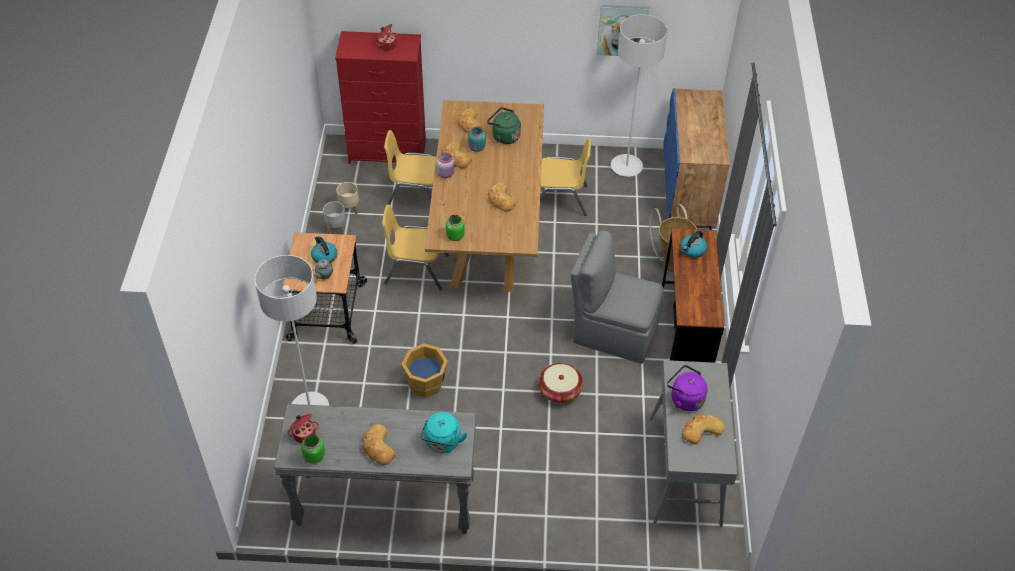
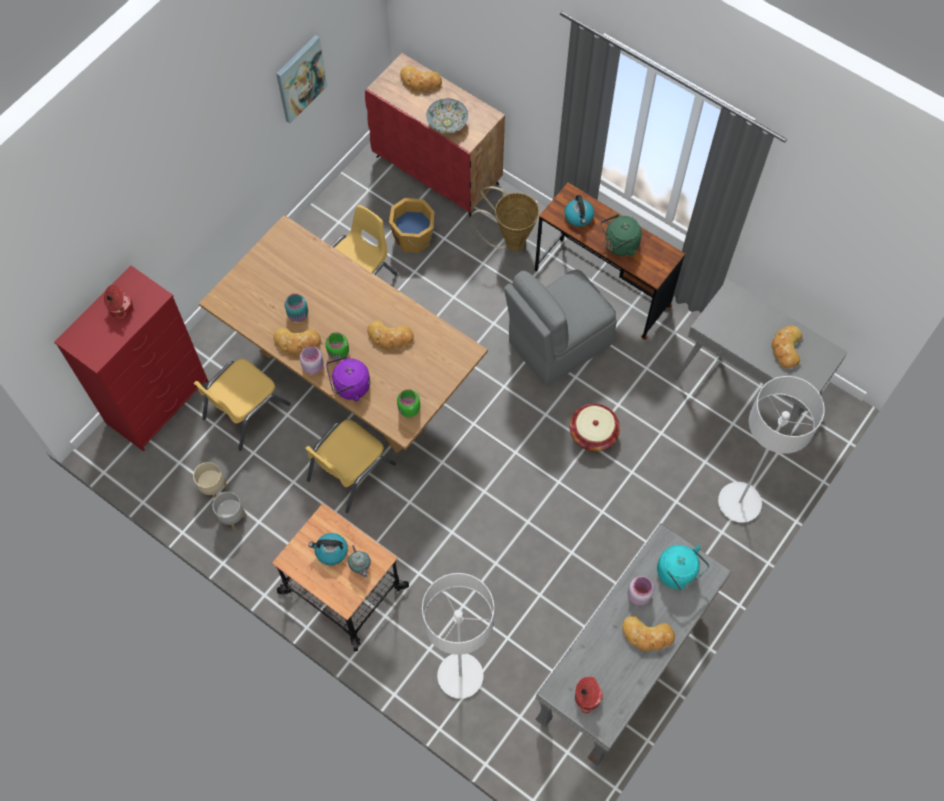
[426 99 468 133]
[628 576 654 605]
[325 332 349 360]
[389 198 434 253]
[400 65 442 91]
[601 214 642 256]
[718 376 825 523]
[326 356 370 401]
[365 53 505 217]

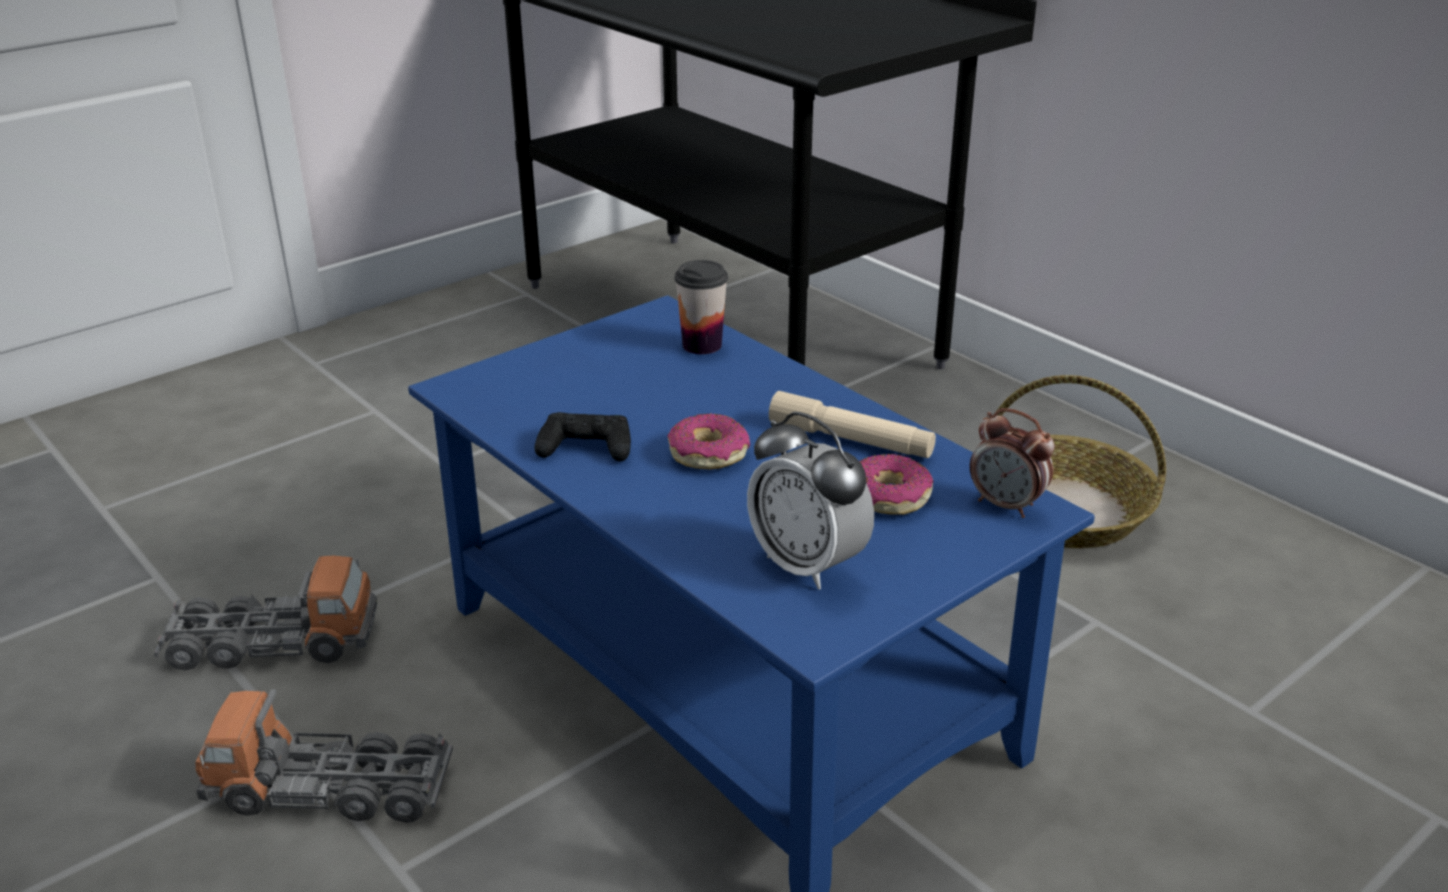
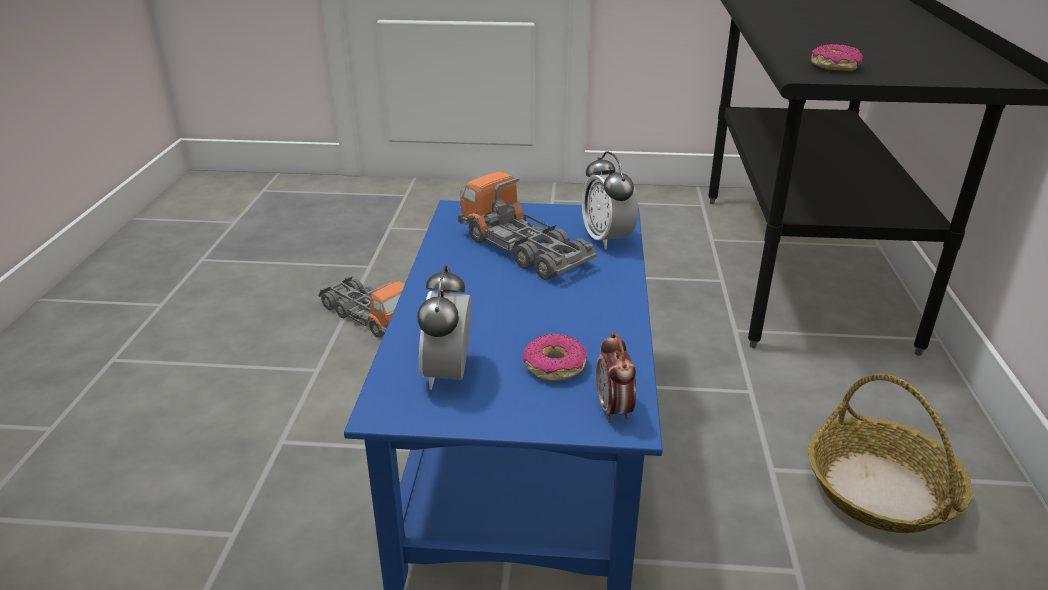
[534 412 631 461] (first image)
[769 391 936 458] (first image)
[458 172 596 280]
[811 44 863 71]
[582 152 638 249]

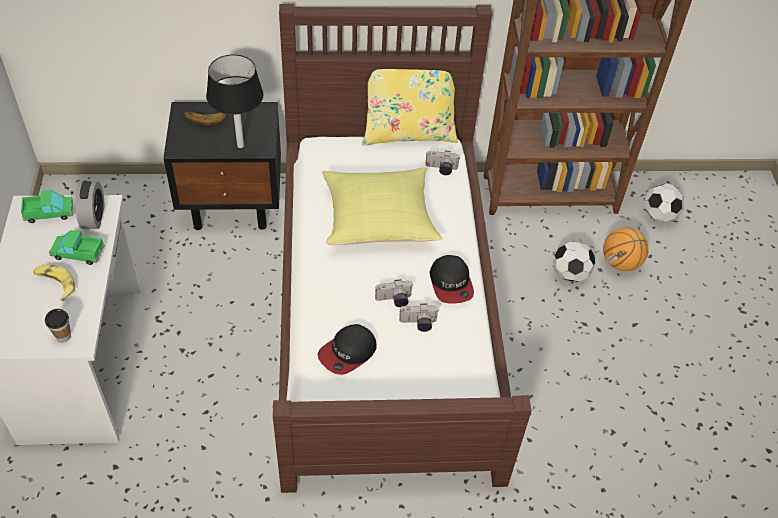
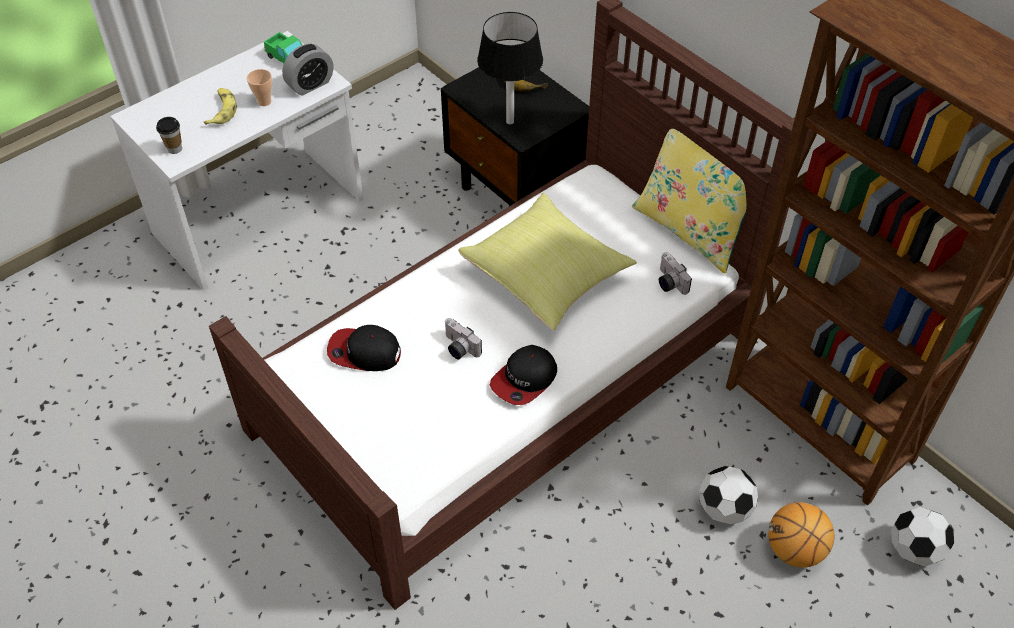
[399 304 439 332] (first image)
[247 69 272 106]

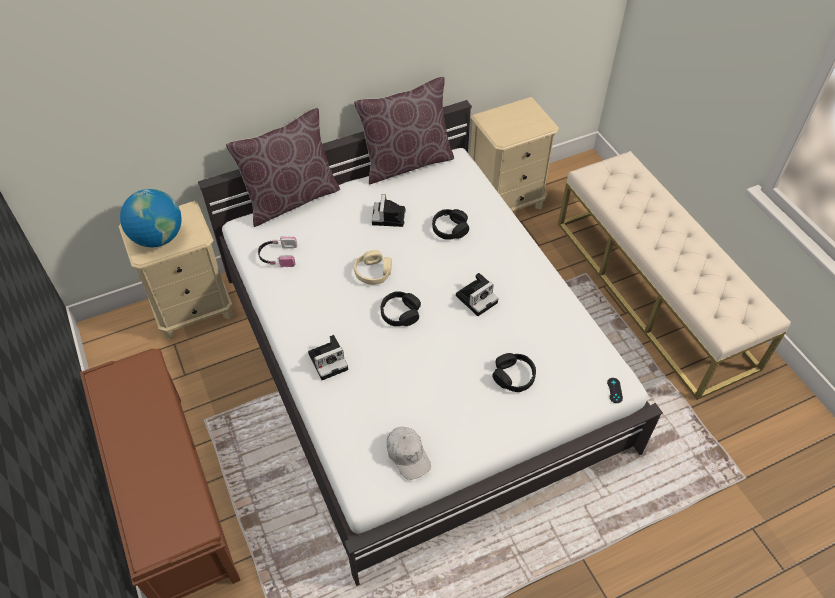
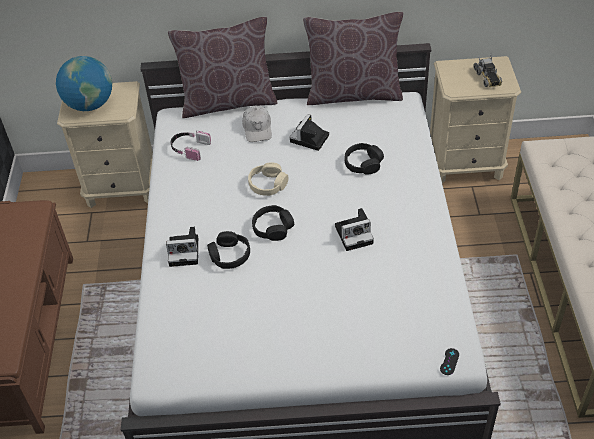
[474 54 502 87]
[242 106 272 142]
[207 231 250 269]

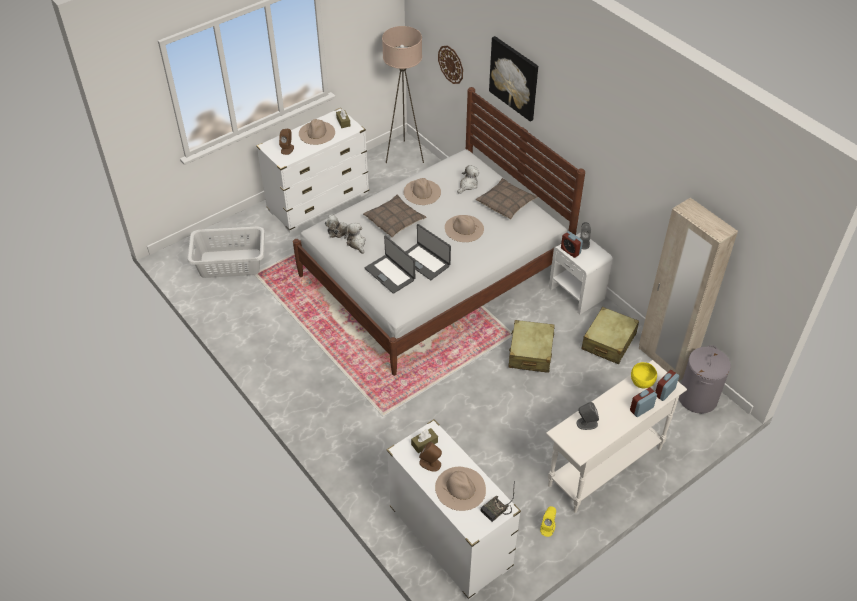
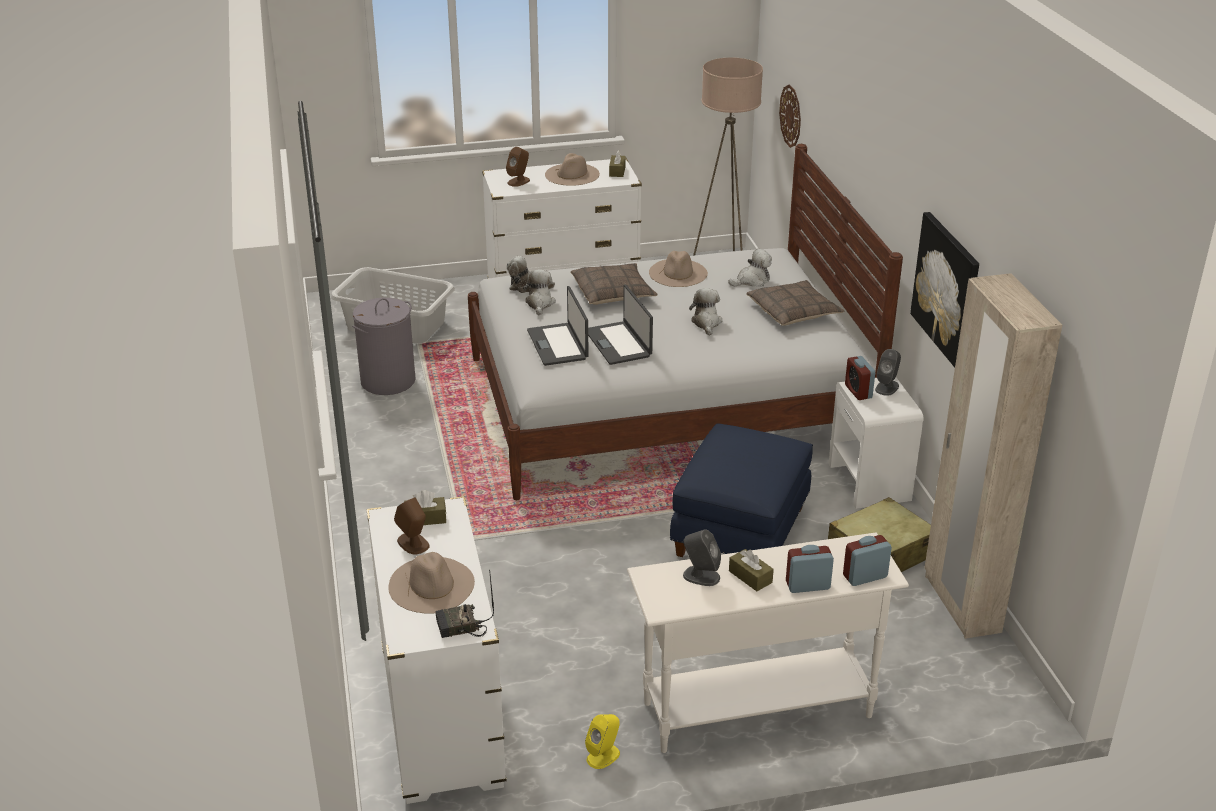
[631 362 657 388] (first image)
[729 549 774 591]
[910 212 979 368]
[352 298 416 395]
[689 288 723 336]
[670 423 813 557]

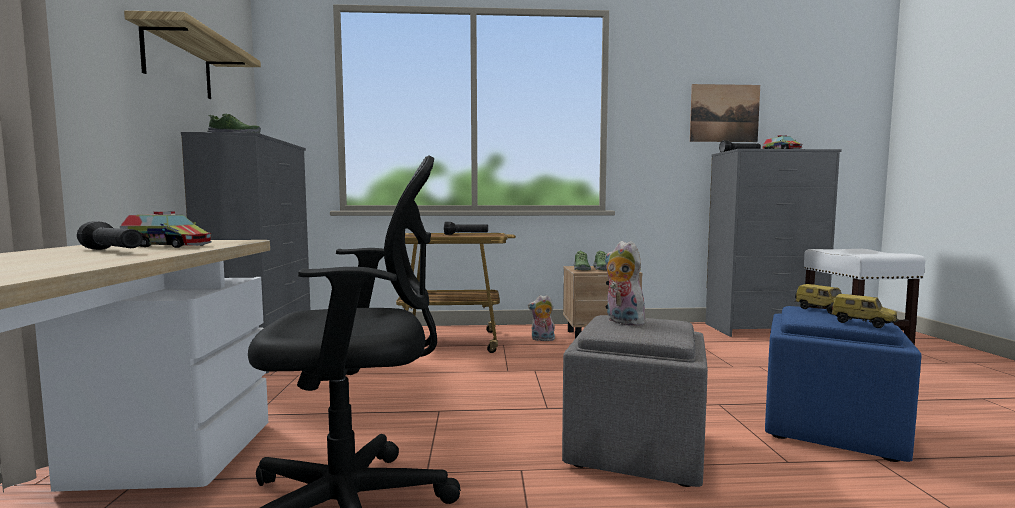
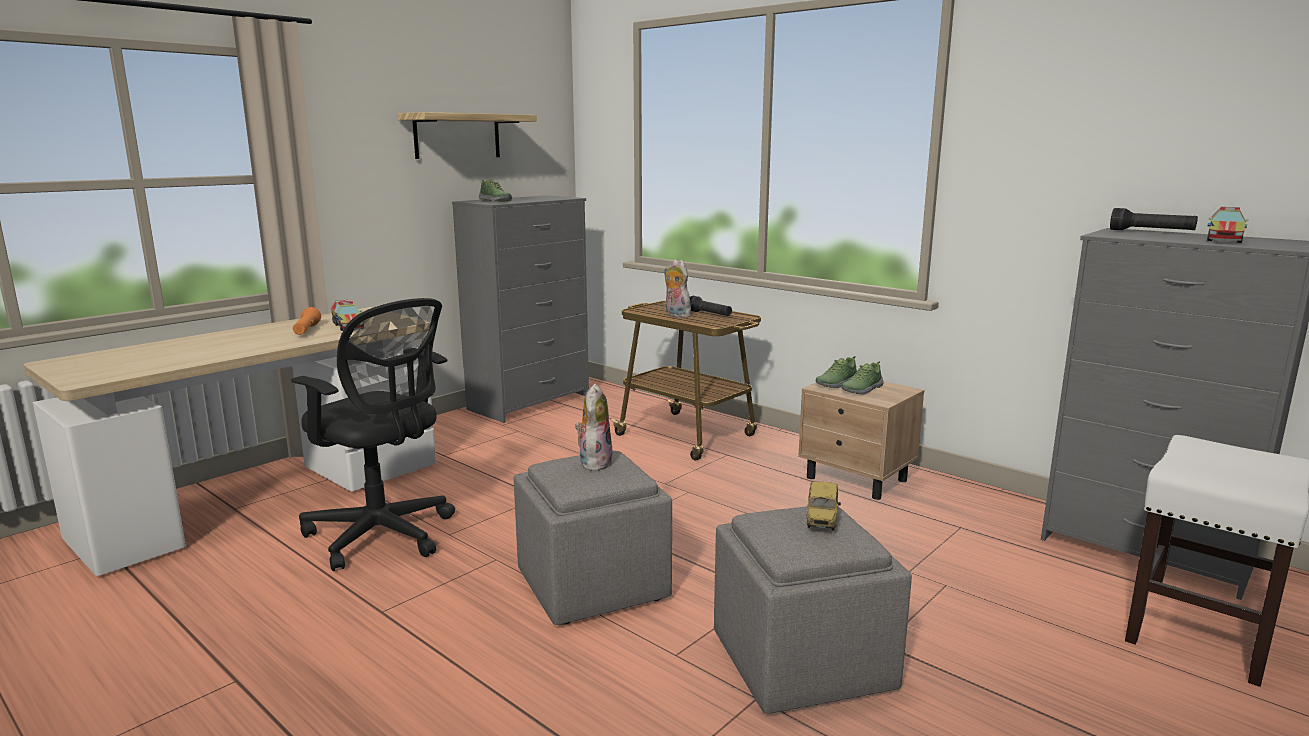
[690 84 760 142] (first image)
[830 294 898 328] (first image)
[664 259 692 318]
[293 307 321 335]
[714 506 912 713]

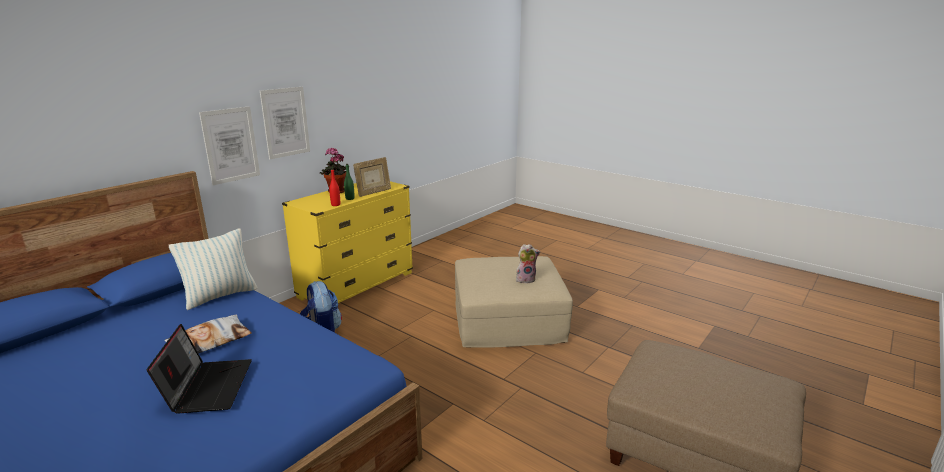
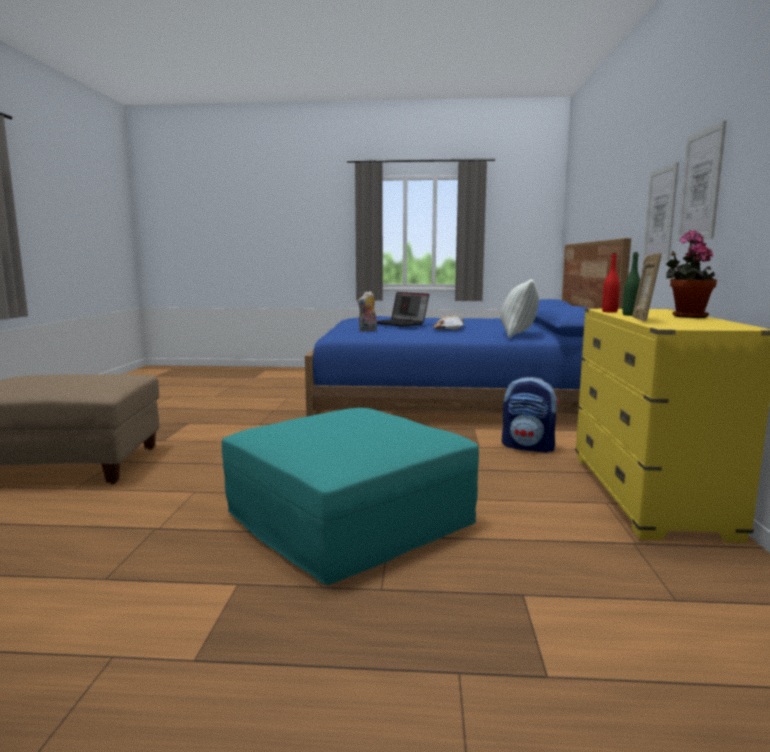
[358 291 377 331]
[222 408 479 585]

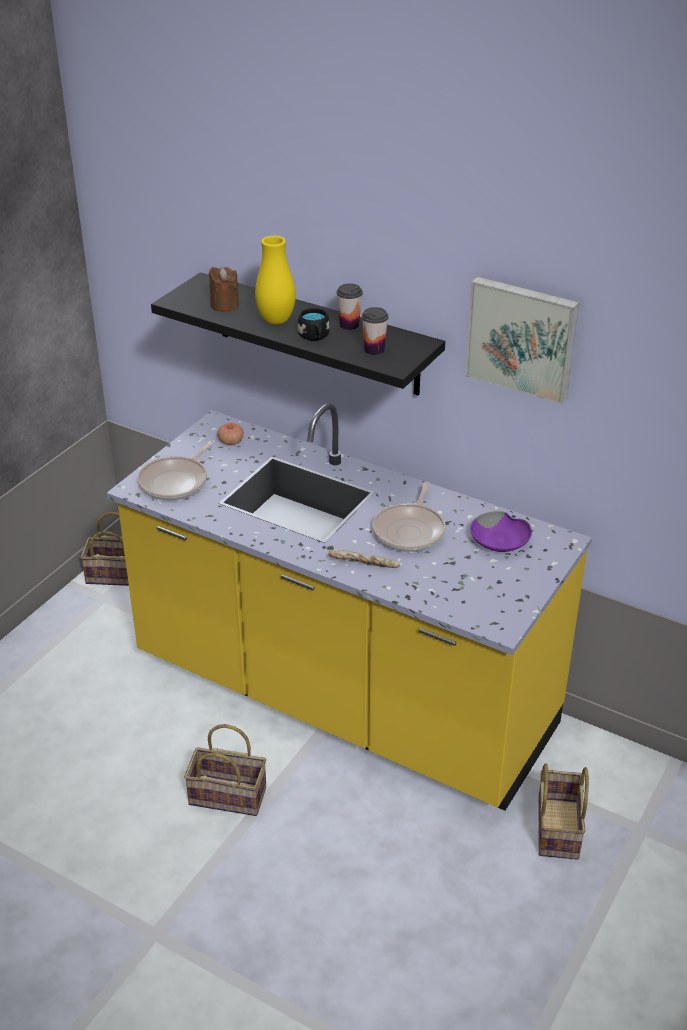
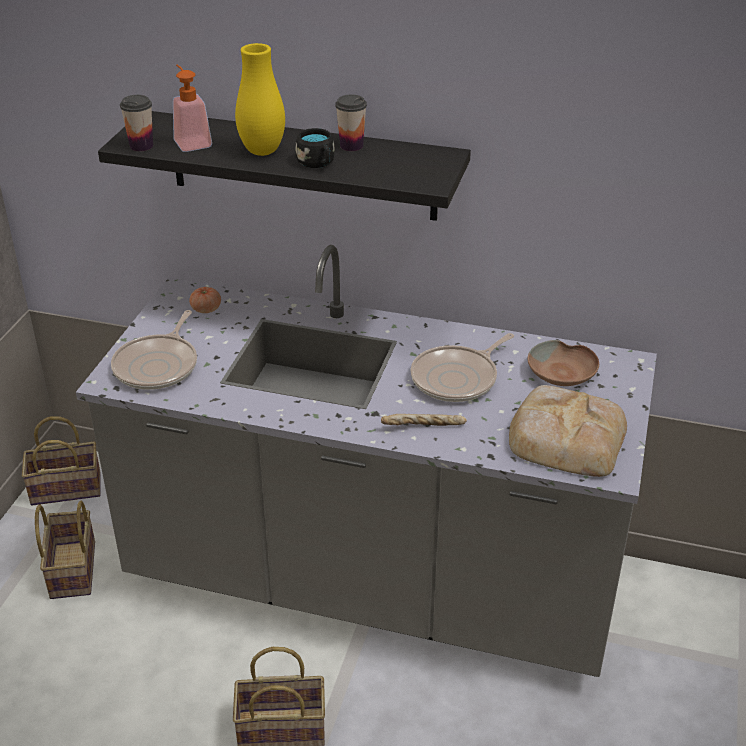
[465 276 580 404] (first image)
[509 385 627 477]
[120 95 153 151]
[35 501 95 599]
[173 65 212 152]
[76 245 657 677]
[528 340 599 386]
[411 333 514 402]

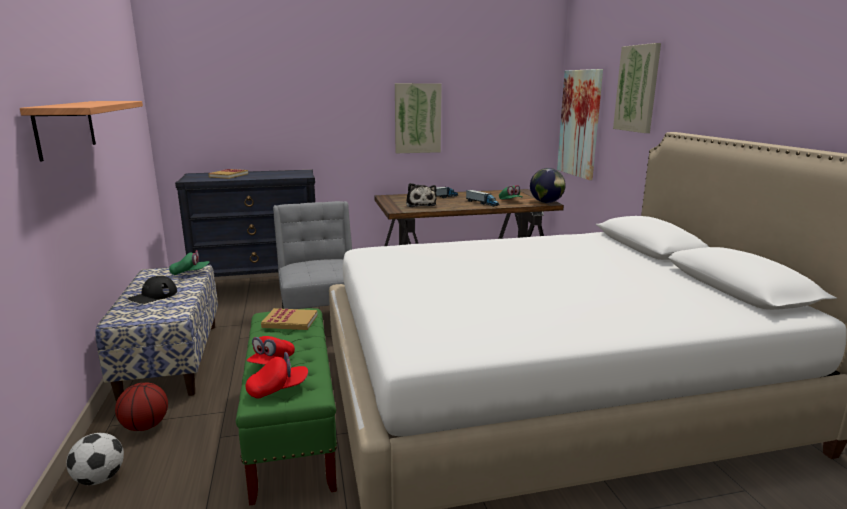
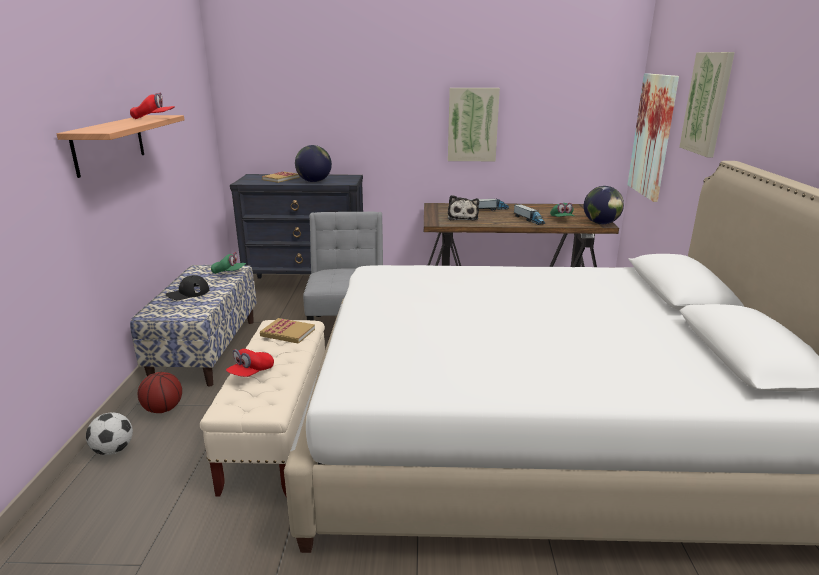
[295 145 332 182]
[130 92 175 119]
[200 320 325 498]

